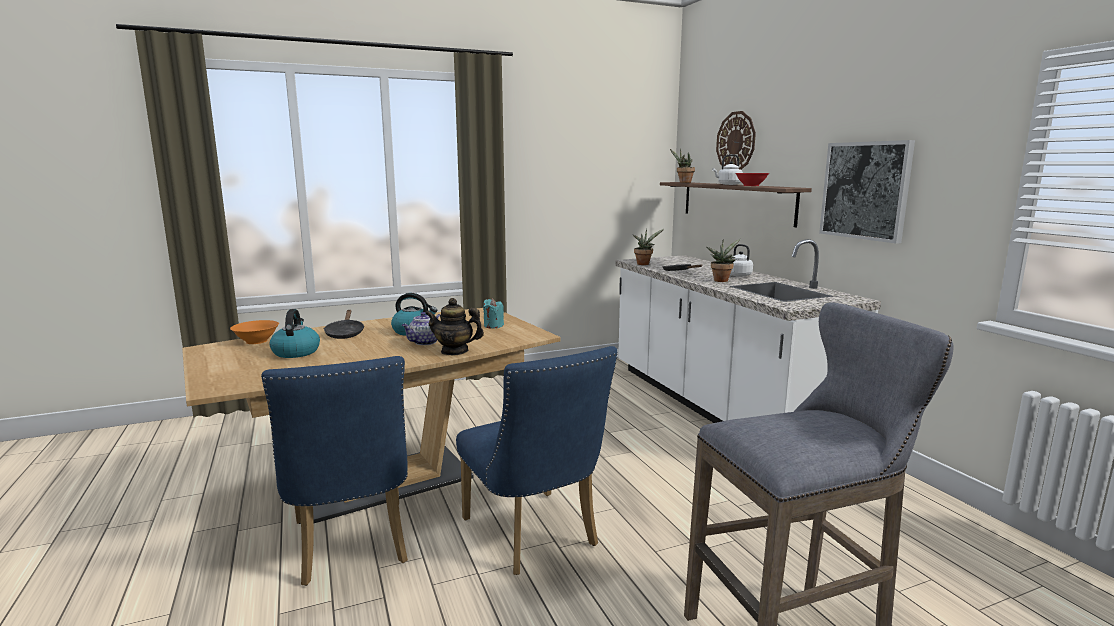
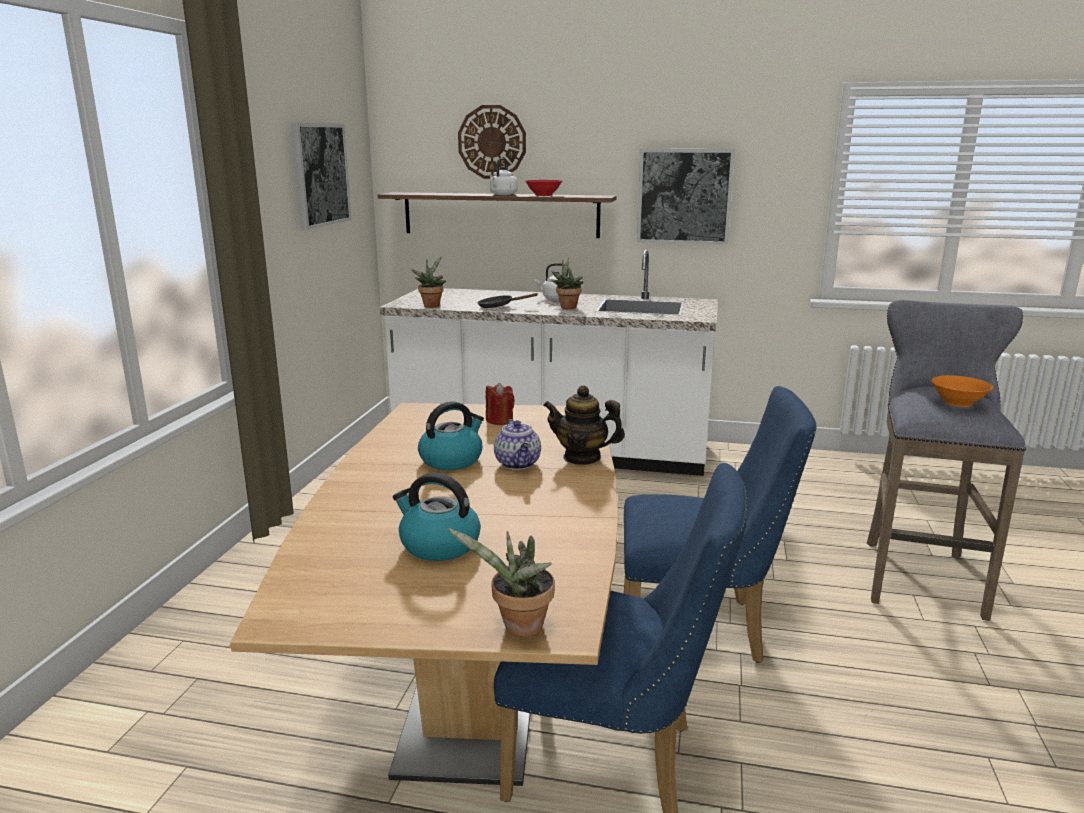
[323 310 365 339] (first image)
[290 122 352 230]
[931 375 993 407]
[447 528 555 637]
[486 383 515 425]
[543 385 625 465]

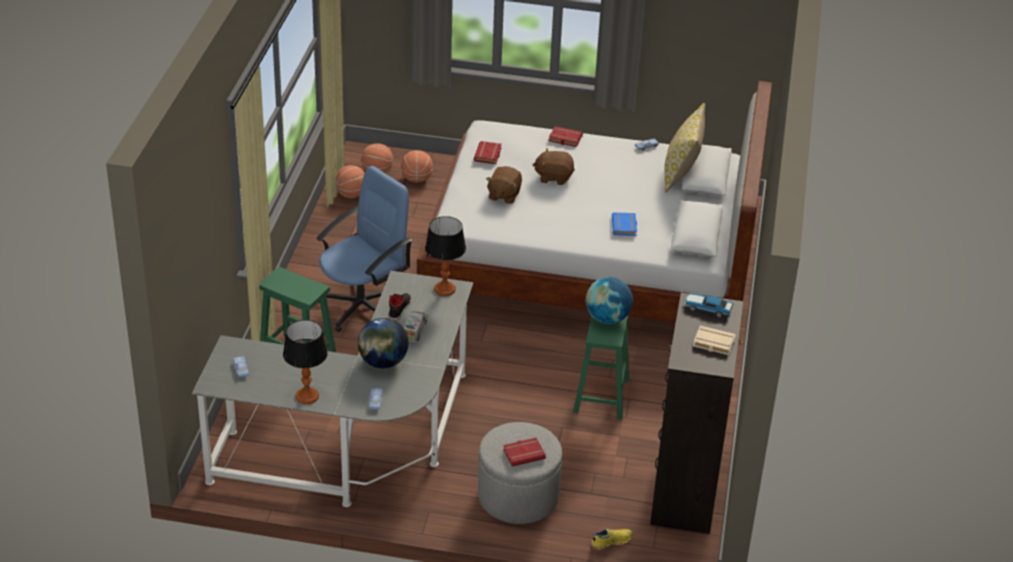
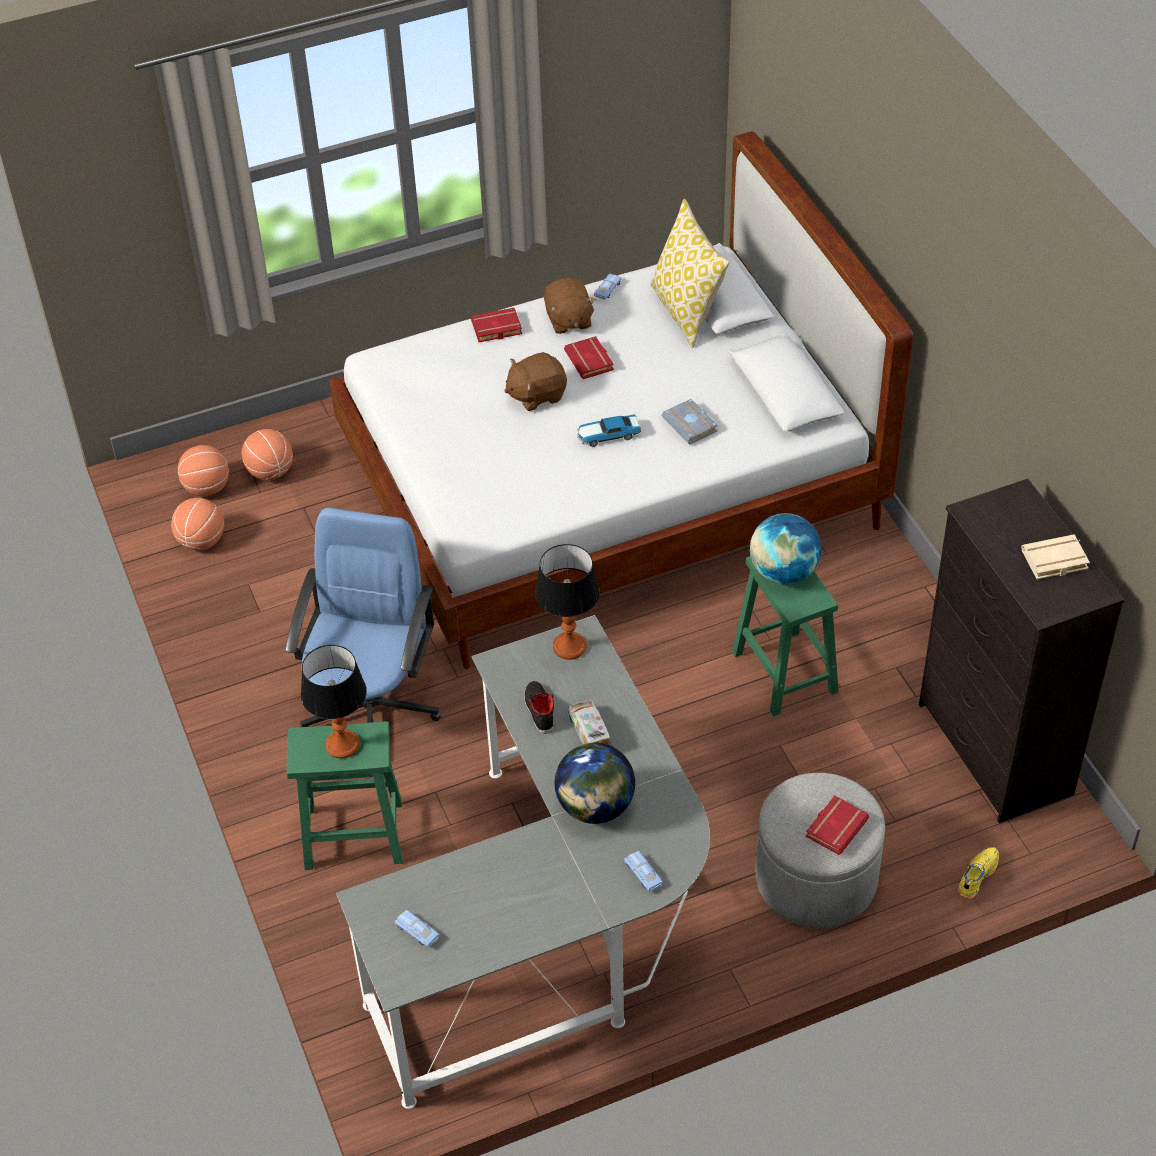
[301 645 367 759]
[564 336 614 379]
[544 278 596 334]
[577 414 641 447]
[661 399 718 445]

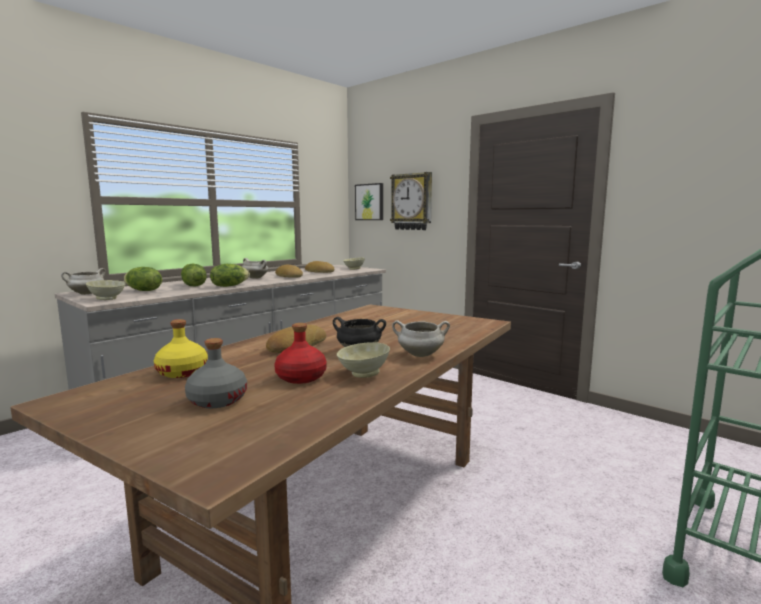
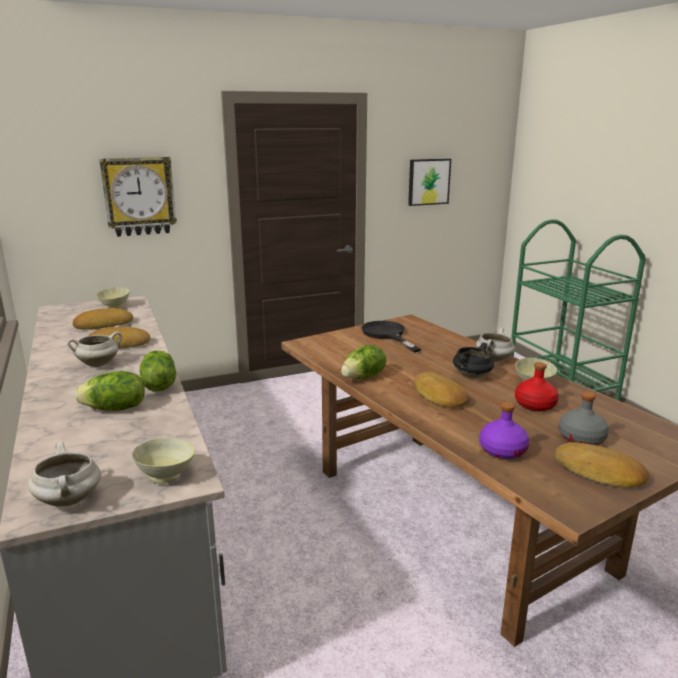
[362 321 421 352]
[555 442 649 488]
[341 345 386 379]
[408 159 451 206]
[479 402 530 459]

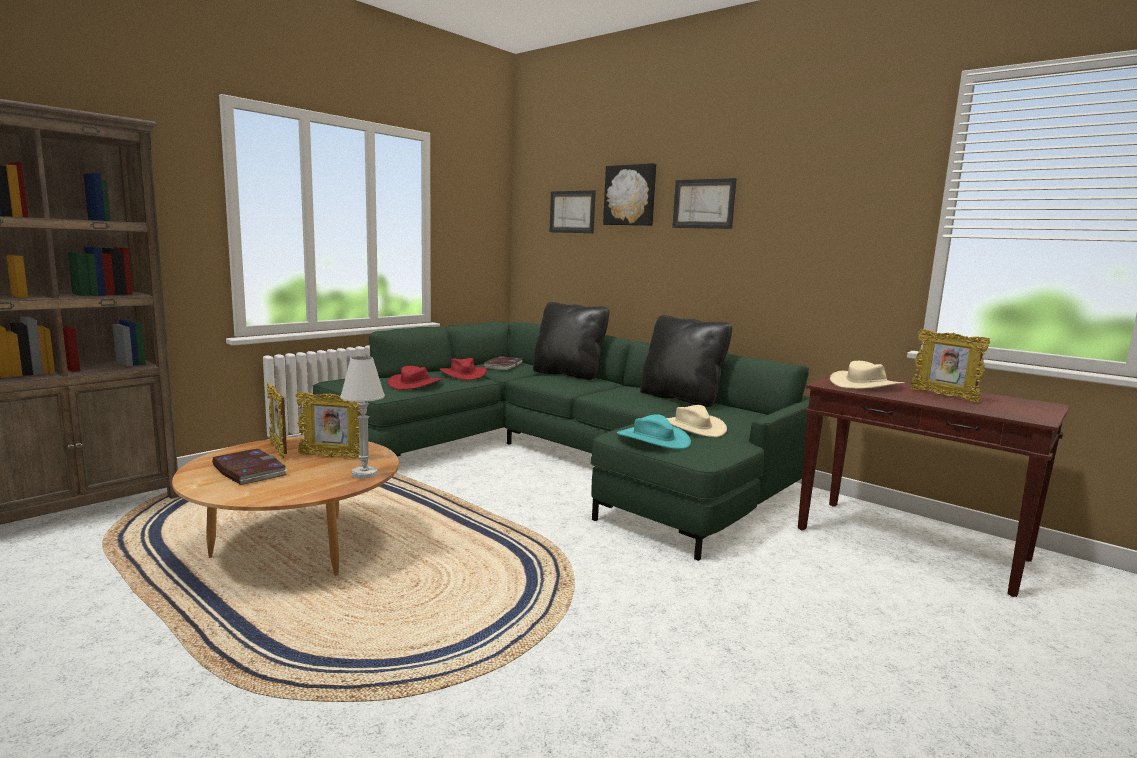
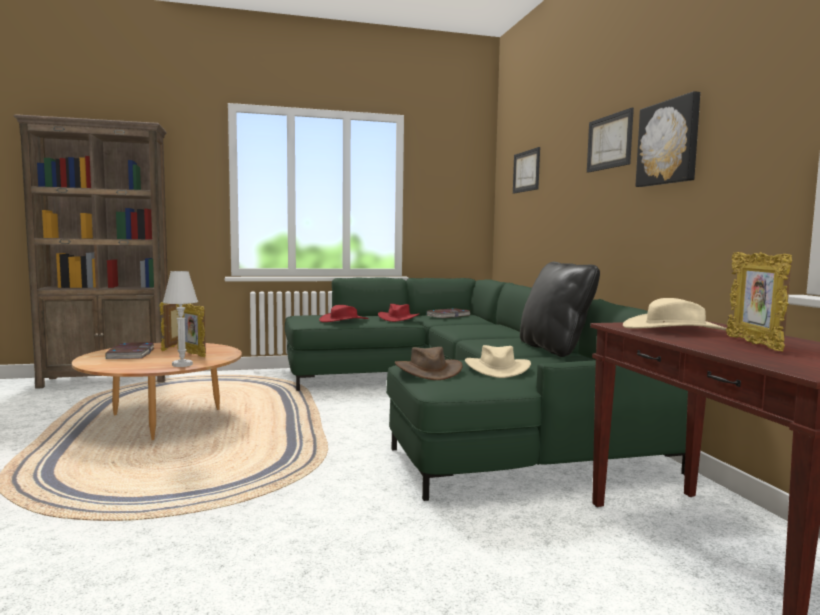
[533 302 609 380] (first image)
[635 91 700 187]
[395 347 462 380]

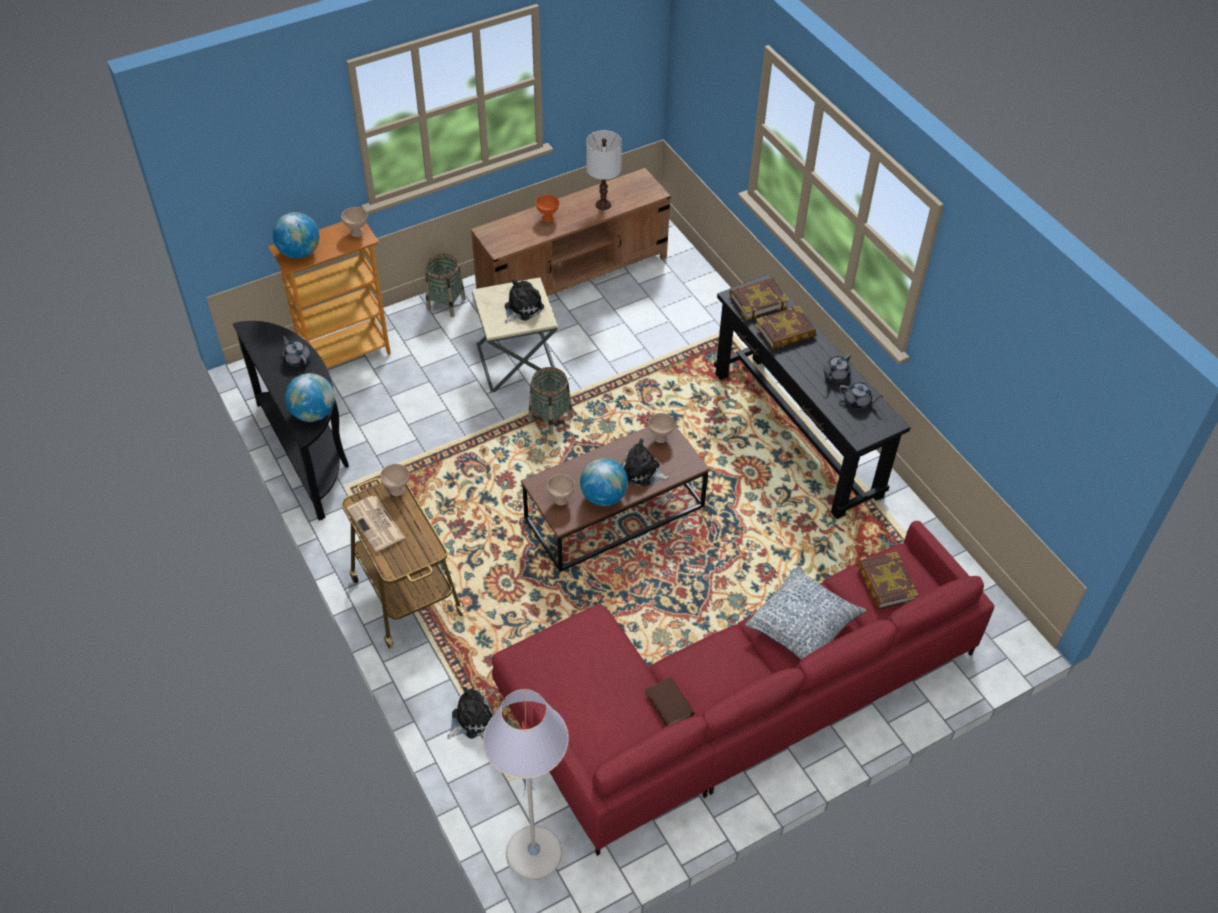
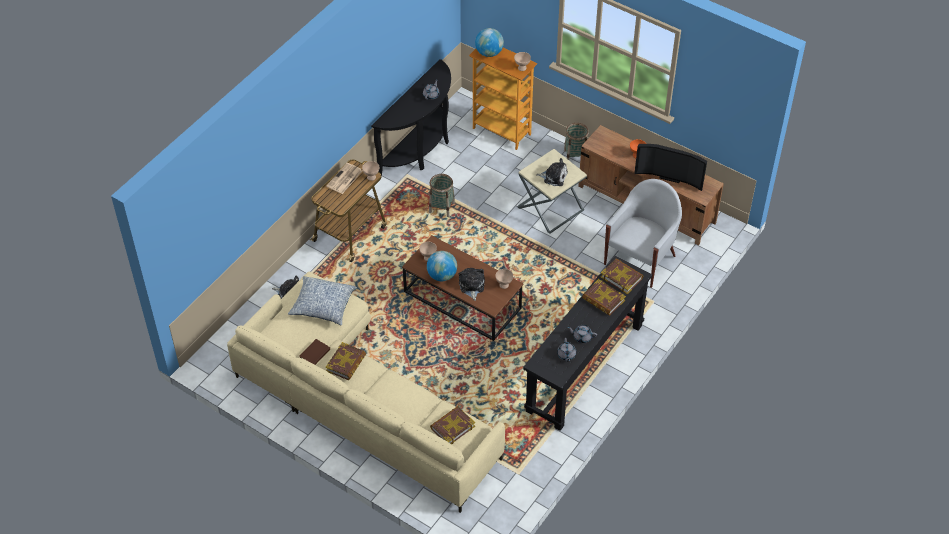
[285 373 335 422] (first image)
[483 689 569 880] (first image)
[325 342 366 380]
[604 179 682 288]
[429 174 455 217]
[288 276 357 326]
[634 144 707 191]
[227 271 505 513]

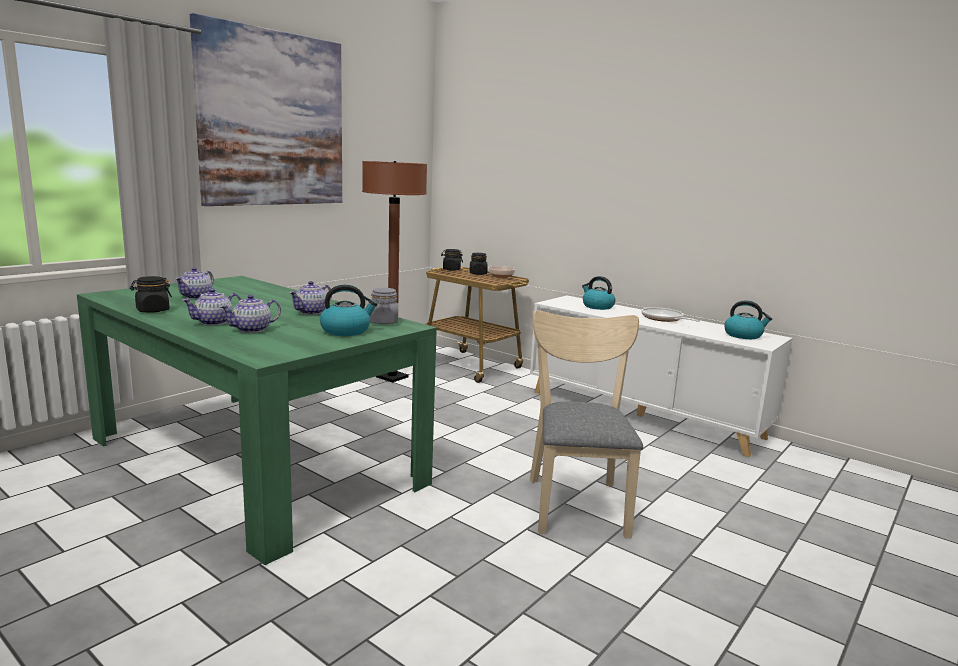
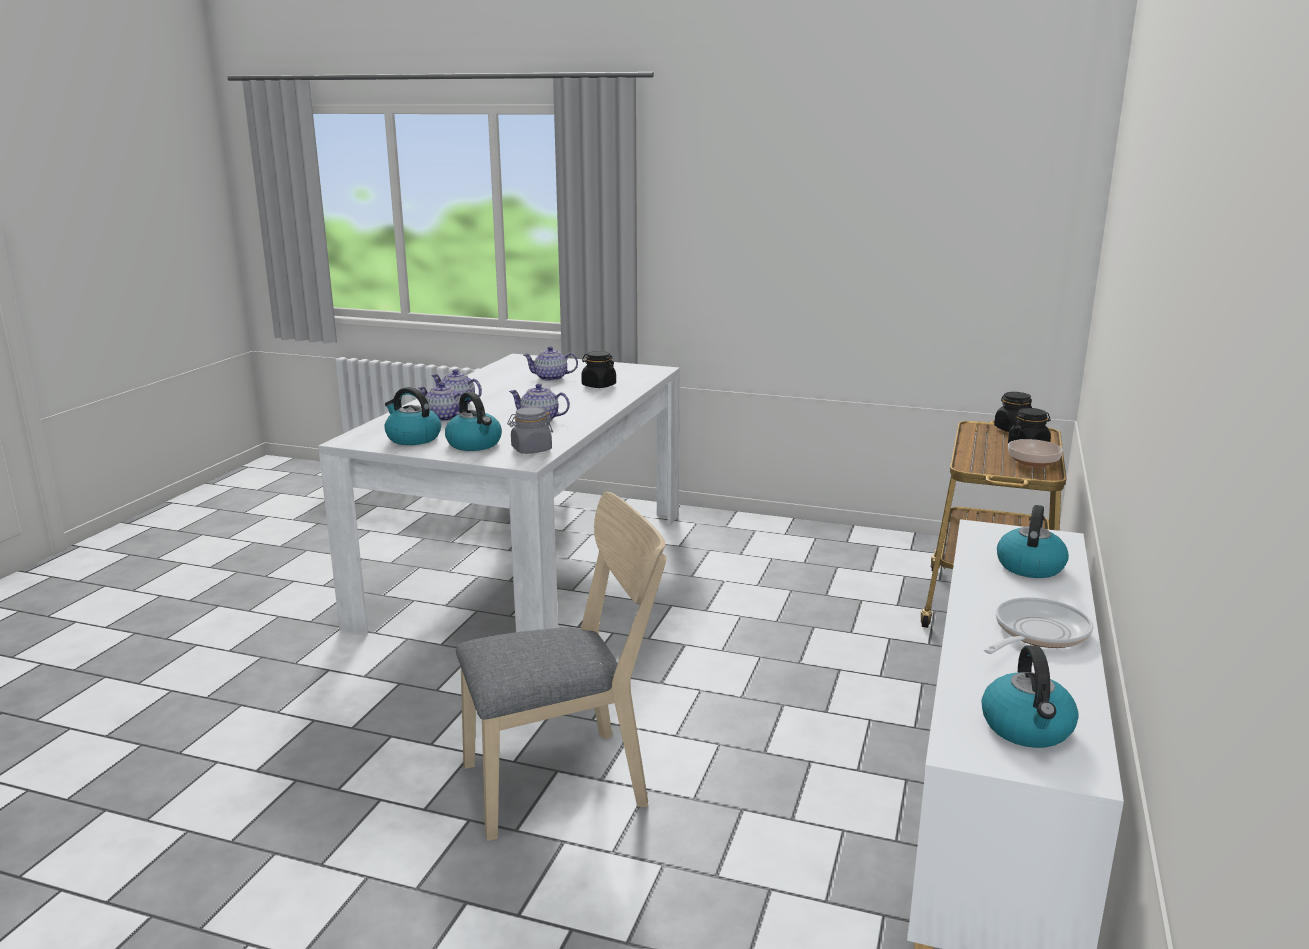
[190 13 342 206] (first image)
[362 161 427 383] (first image)
[384 387 441 445]
[581 351 616 388]
[318 353 680 635]

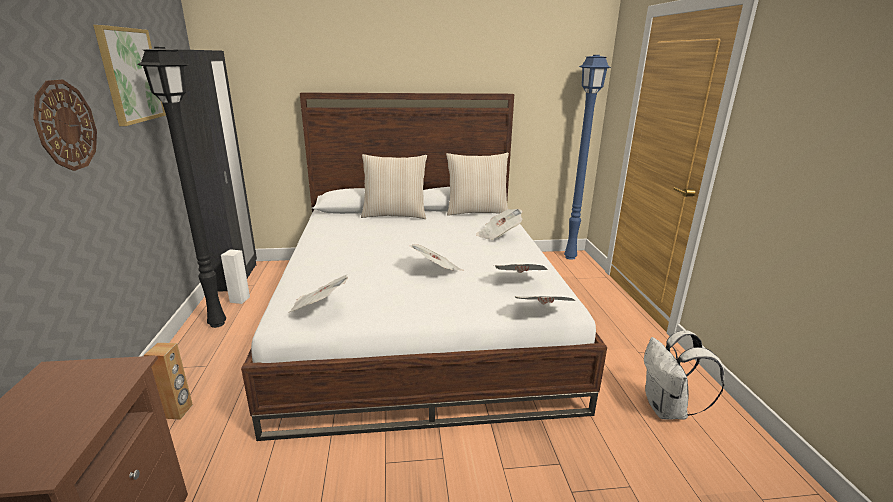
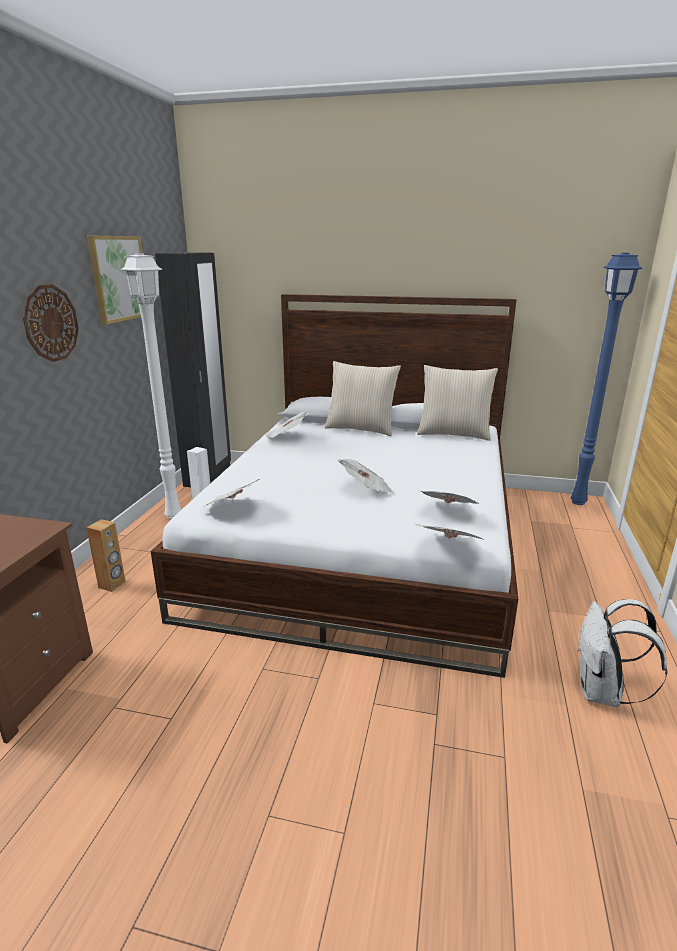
[265 412 308 440]
[121 253 181 519]

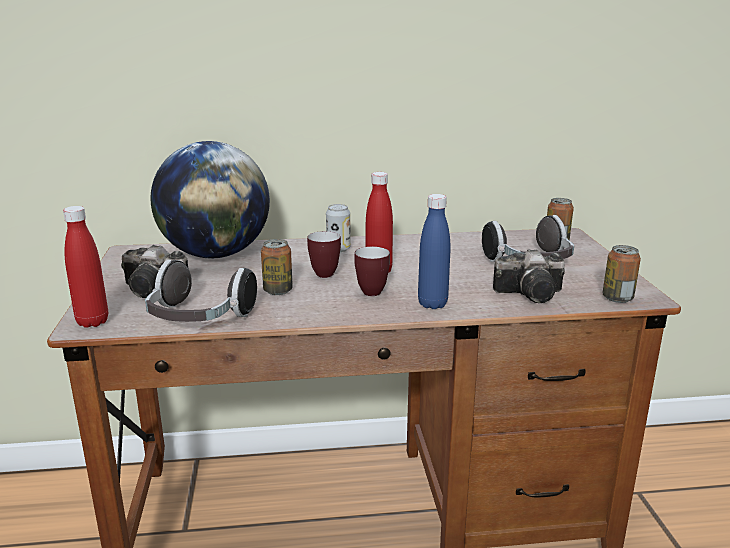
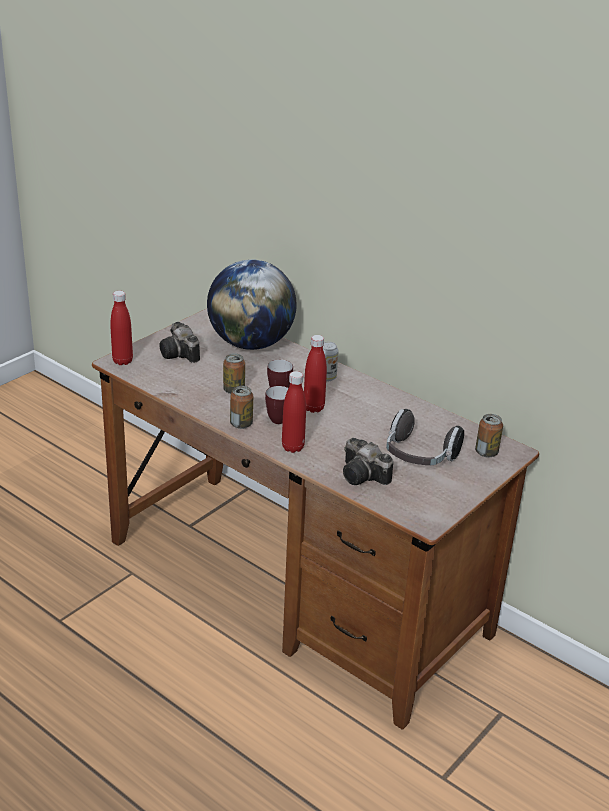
[145 260 257 322] (first image)
[230 386 253 429]
[282 371 306 453]

